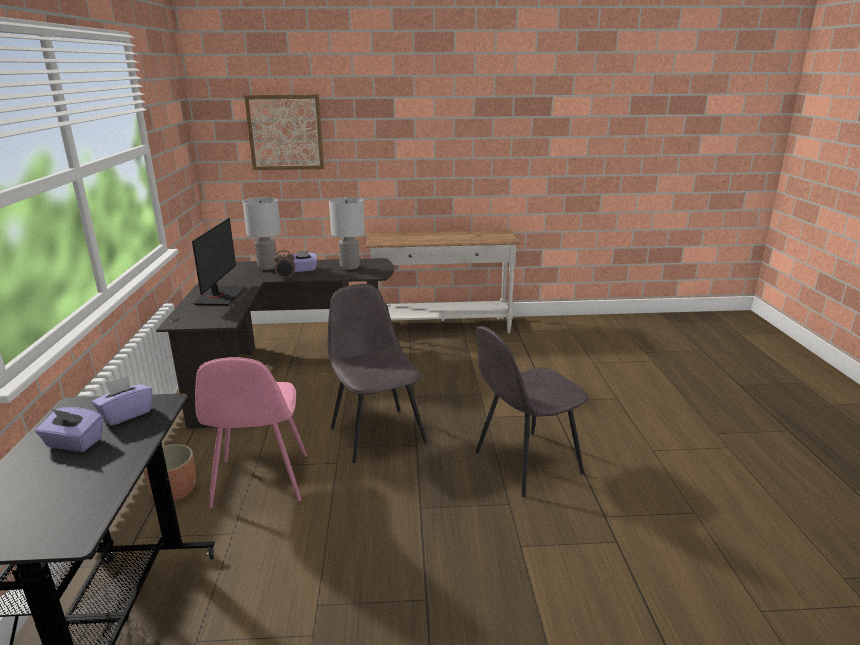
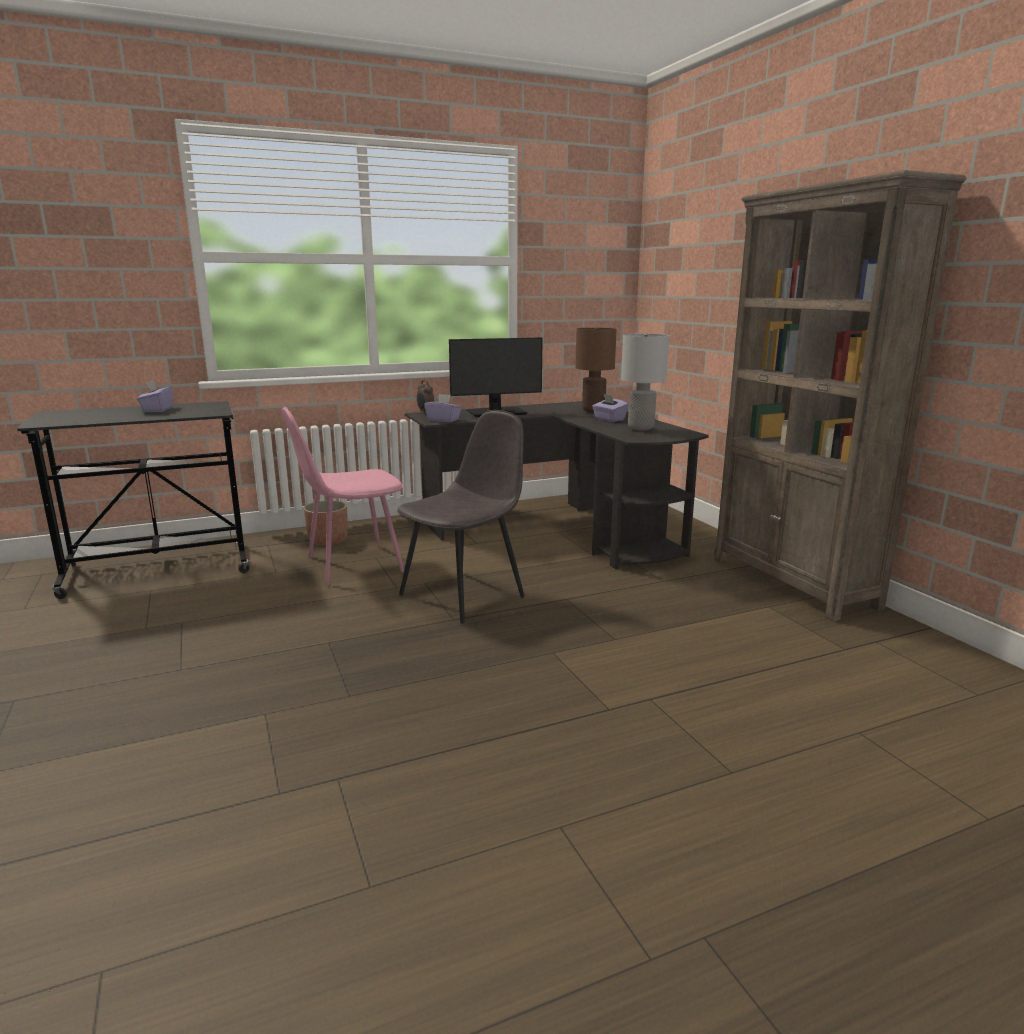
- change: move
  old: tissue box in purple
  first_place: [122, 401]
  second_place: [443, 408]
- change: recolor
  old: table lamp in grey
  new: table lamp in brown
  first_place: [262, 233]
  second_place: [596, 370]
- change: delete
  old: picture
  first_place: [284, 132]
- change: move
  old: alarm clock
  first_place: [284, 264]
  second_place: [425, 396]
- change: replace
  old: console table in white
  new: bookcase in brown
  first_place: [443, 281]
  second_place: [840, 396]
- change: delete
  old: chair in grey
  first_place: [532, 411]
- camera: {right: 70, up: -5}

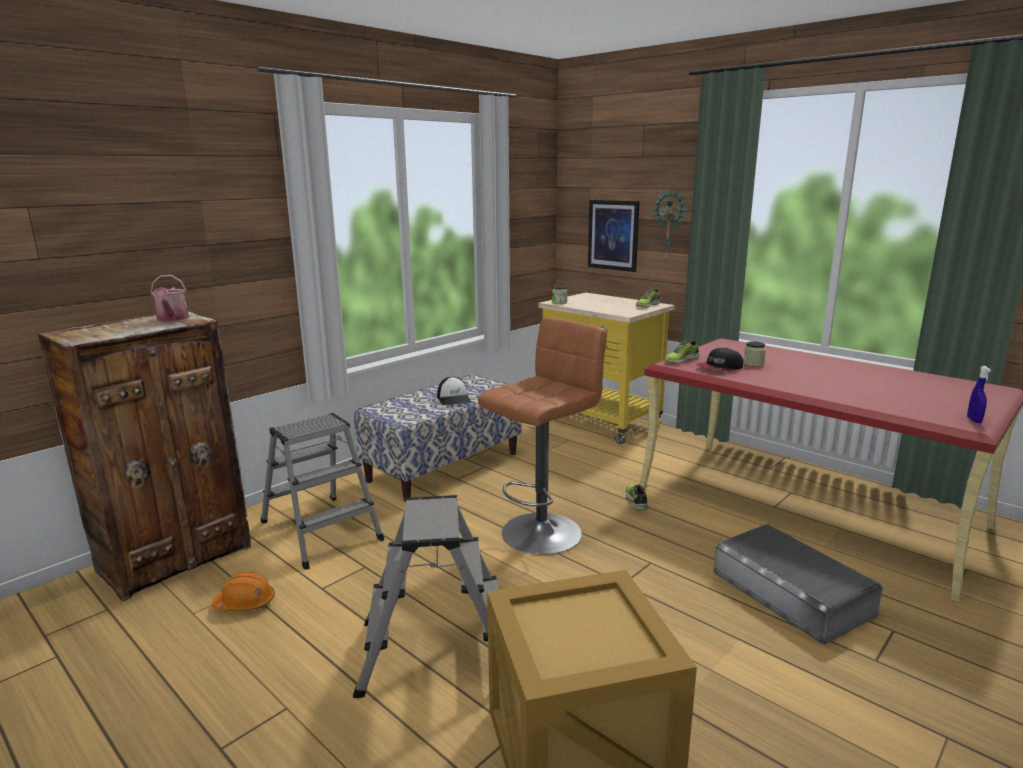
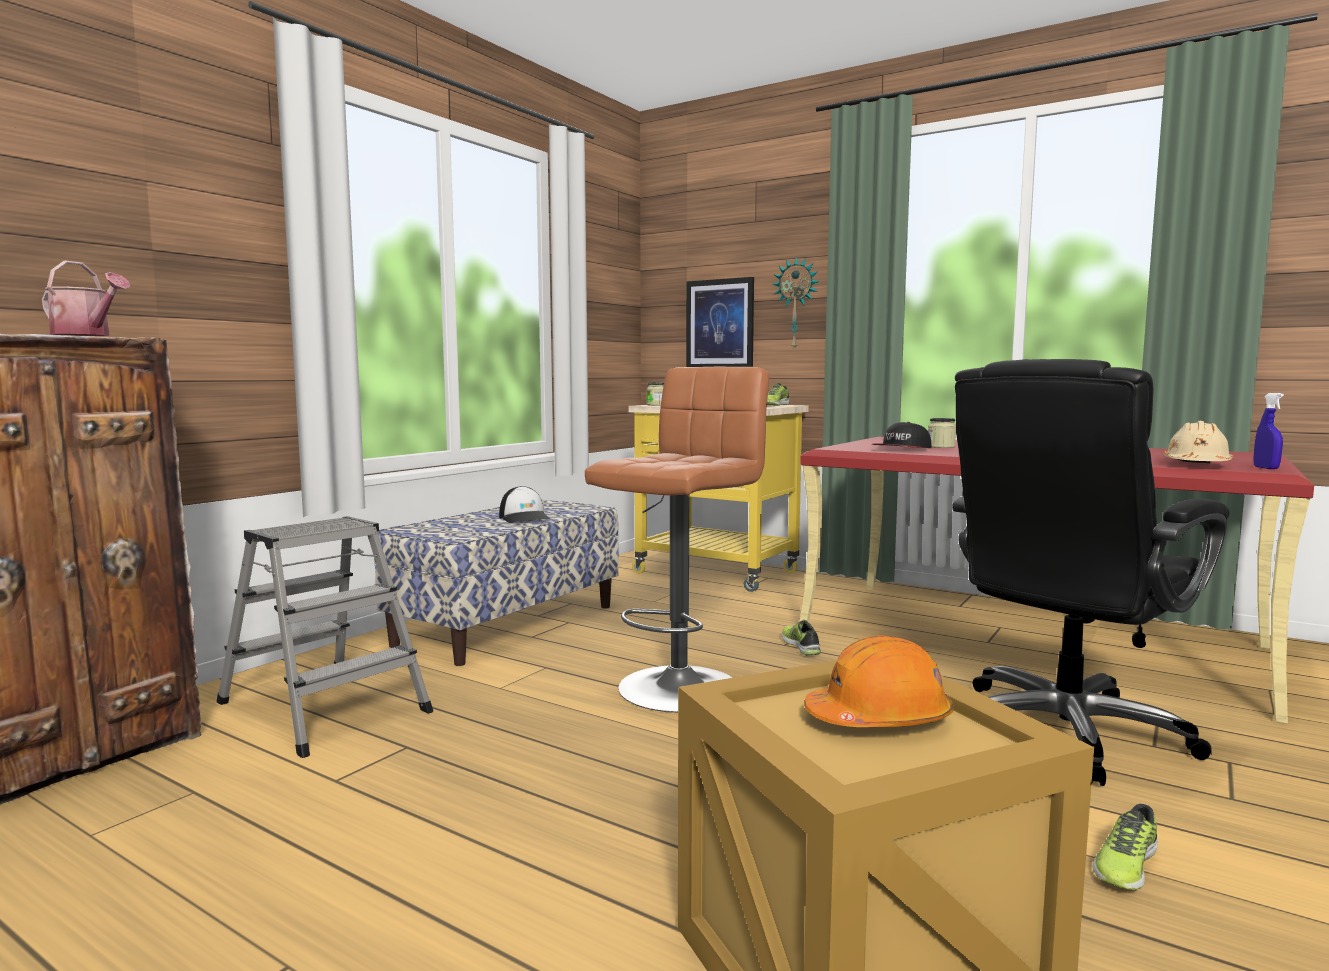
- change: rotate
  old: watering can
  first_place: [169, 298]
  second_place: [86, 298]
  degrees: -45
- change: move
  old: hard hat in orange
  first_place: [243, 591]
  second_place: [878, 681]
- change: delete
  old: step ladder in grey
  first_place: [425, 596]
- change: move
  old: shoe
  first_place: [681, 352]
  second_place: [1125, 847]
- change: replace
  old: storage box in grey
  new: office chair in black
  first_place: [798, 584]
  second_place: [1090, 572]
- change: insert
  new: hard hat in beige
  second_place: [1198, 442]
- camera: {right: -10, up: -10}

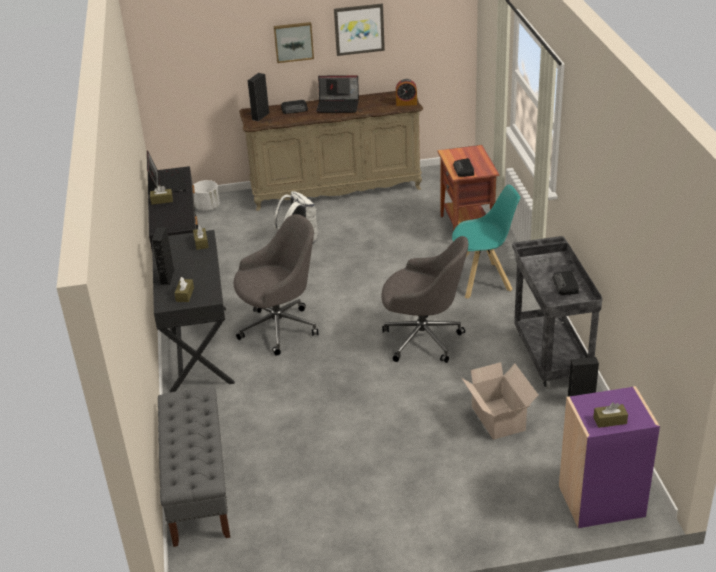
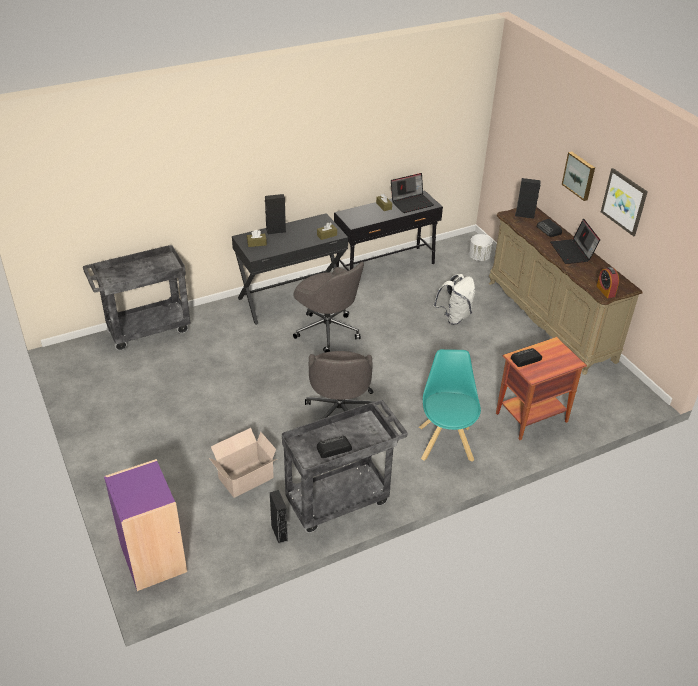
- change: replace
  old: bench in grey
  new: cart in grey
  first_place: [194, 467]
  second_place: [136, 298]
- change: rotate
  old: chair in turquoise
  first_place: [486, 242]
  second_place: [450, 405]
  degrees: -150
- change: delete
  old: tissue box in brown
  first_place: [610, 415]
- camera: {right: 70, up: 5}

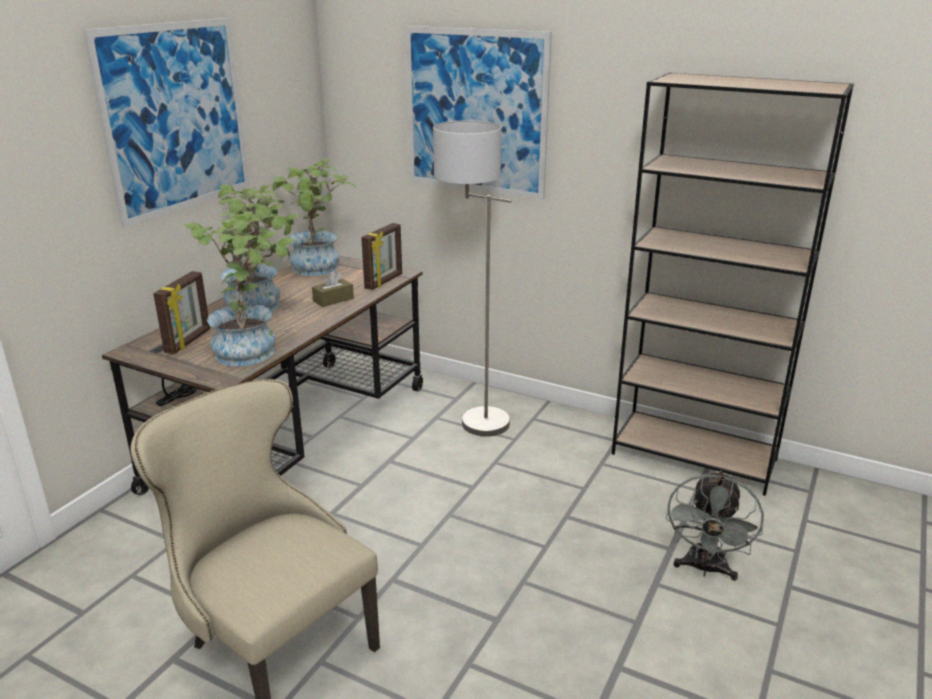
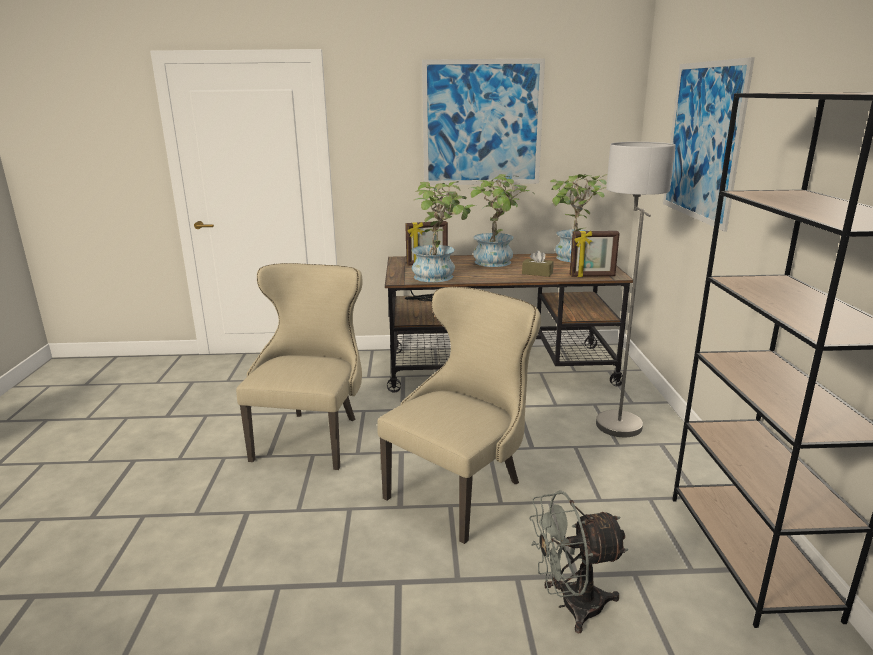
- change: insert
  new: chair in beige
  second_place: [459, 415]
- camera: {right: 60, up: -5}

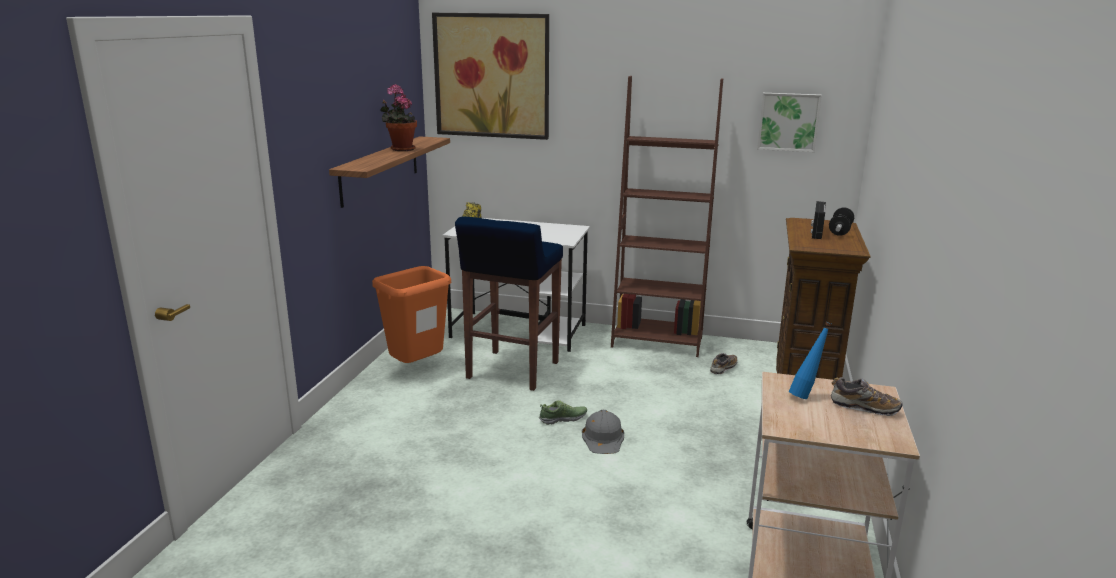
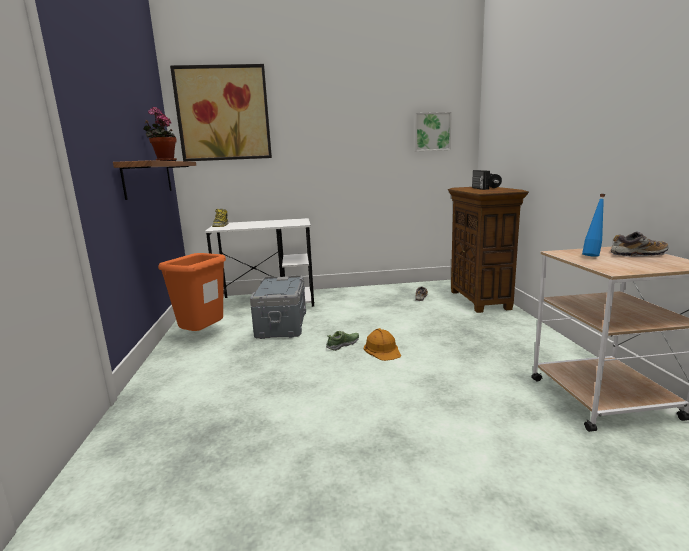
- change: replace
  old: stool in blue
  new: storage box in grey
  first_place: [509, 303]
  second_place: [278, 307]
- change: recolor
  old: hard hat in grey
  new: hard hat in orange
  first_place: [603, 432]
  second_place: [382, 344]
- change: delete
  old: bookcase in brown
  first_place: [667, 216]
- camera: {right: -20, up: -5}

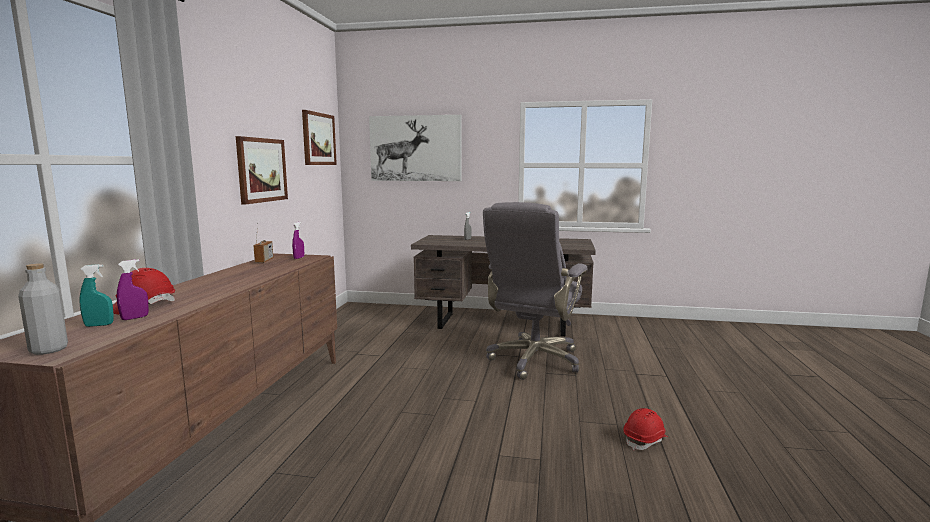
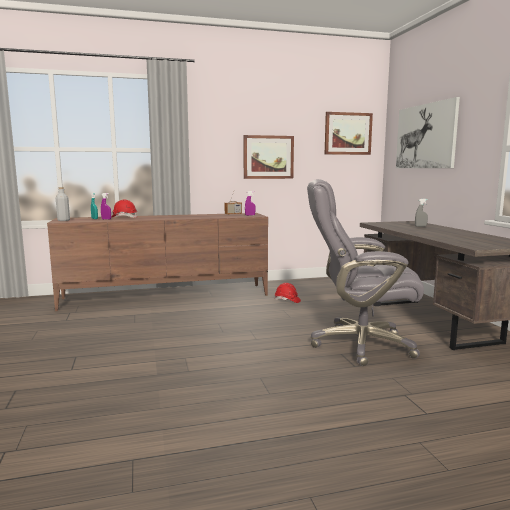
- change: move
  old: hard hat in red
  first_place: [645, 429]
  second_place: [288, 293]
- camera: {right: 65, up: 0}

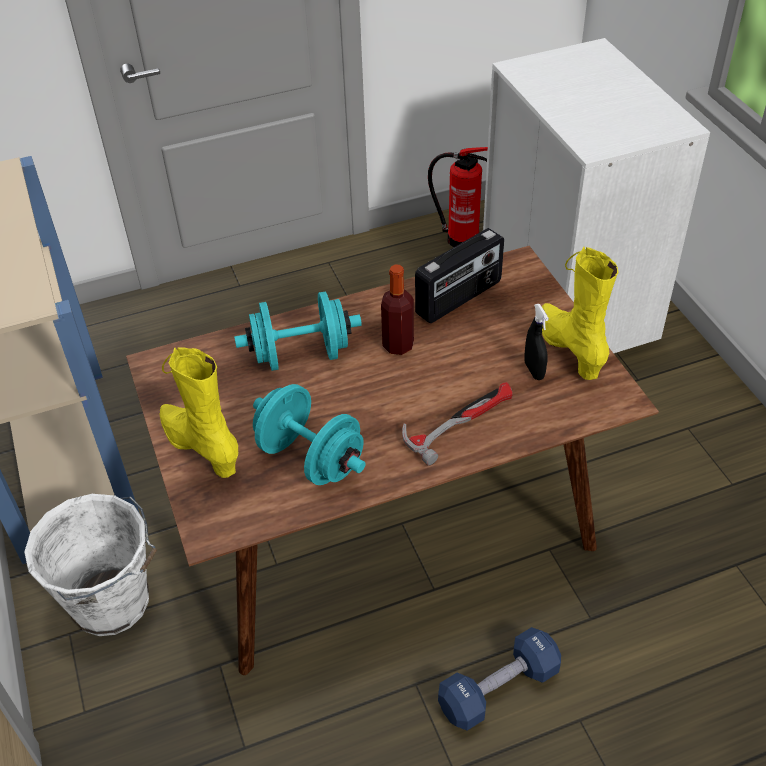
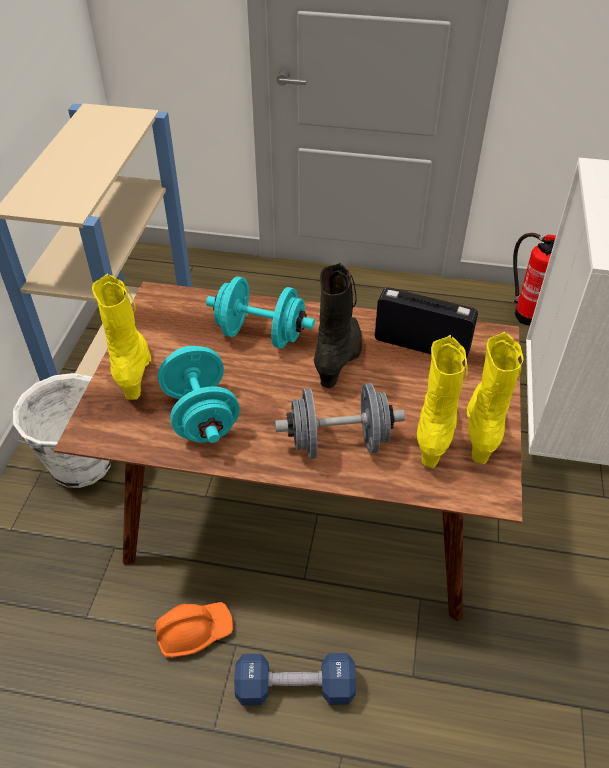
- change: replace
  old: bottle
  new: boot in black
  first_place: [397, 309]
  second_place: [338, 325]
- change: replace
  old: hammer
  new: dumbbell in grey
  first_place: [457, 424]
  second_place: [340, 421]
- change: rotate
  old: radio
  first_place: [459, 275]
  second_place: [426, 323]
  degrees: -150
- change: replace
  old: spray bottle in black
  new: boot in yellow
  first_place: [536, 342]
  second_place: [442, 401]
- change: insert
  new: hard hat in orange
  second_place: [194, 629]
- camera: {right: 30, up: 0}

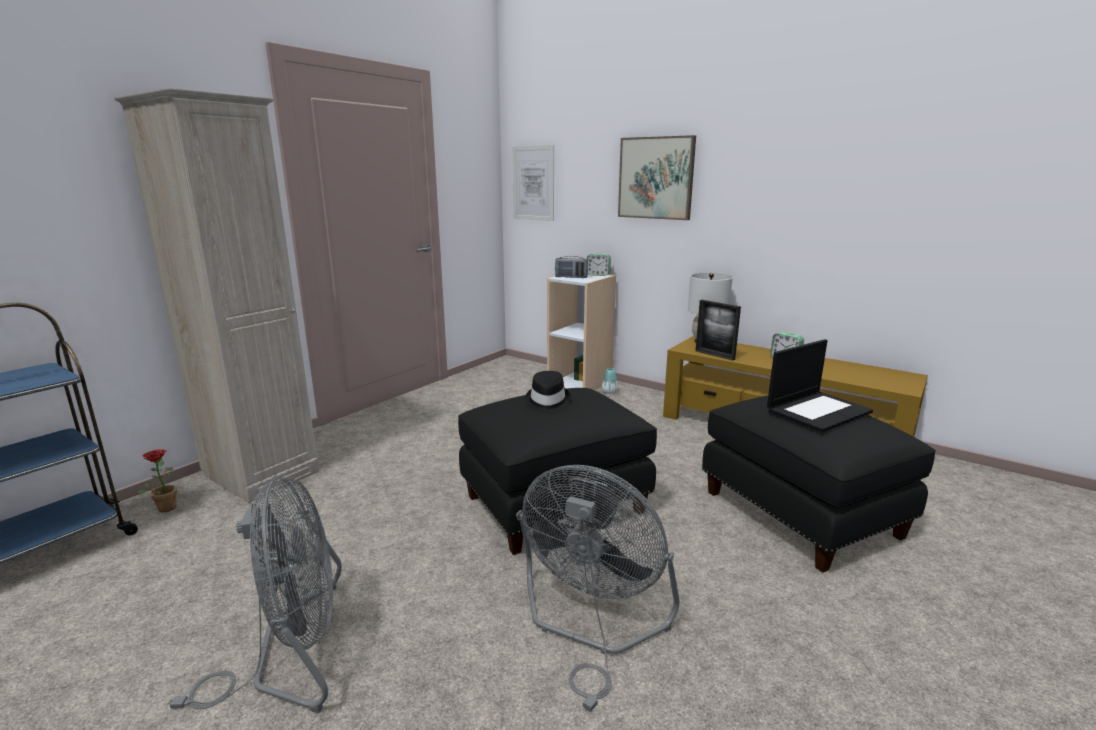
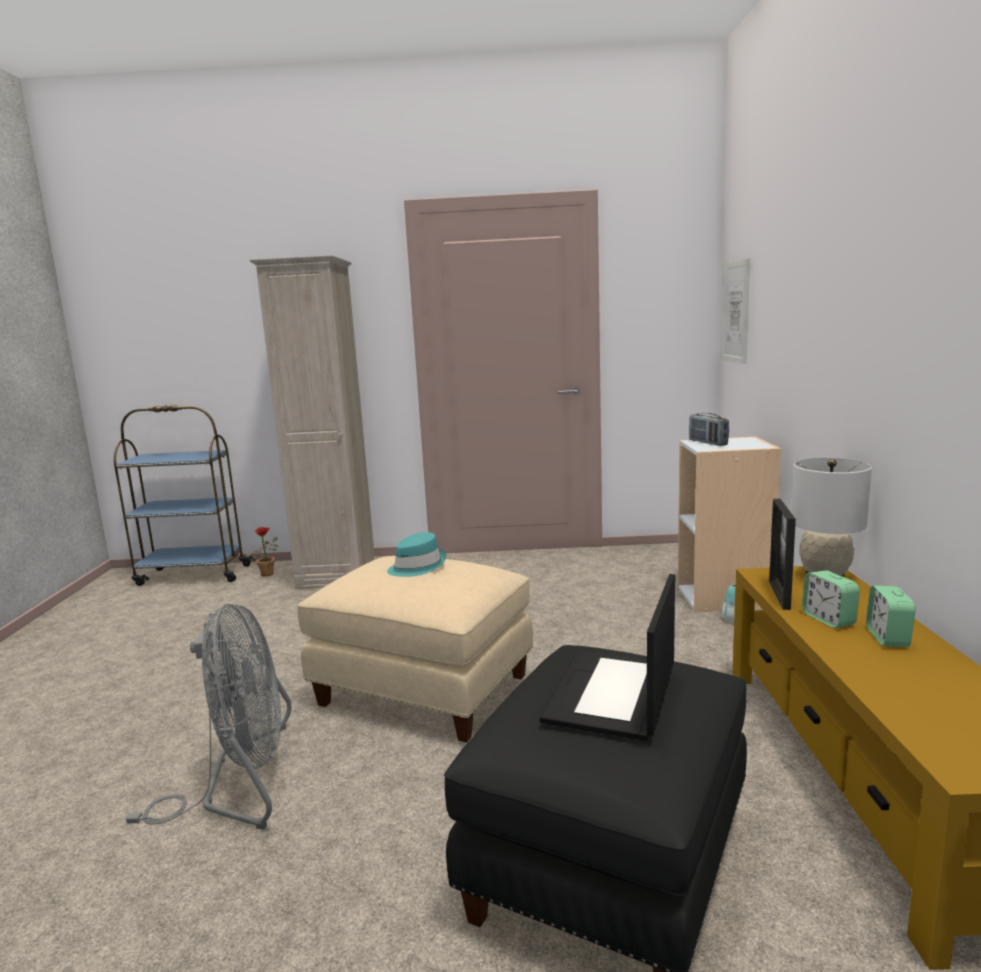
- change: delete
  old: fan in grey
  first_place: [255, 595]
- change: recolor
  old: ottoman in black
  new: ottoman in beige
  first_place: [557, 471]
  second_place: [415, 649]
- change: recolor
  old: hat in black
  new: hat in turquoise
  first_place: [548, 392]
  second_place: [416, 554]
- change: move
  old: alarm clock
  first_place: [599, 265]
  second_place: [831, 599]
- change: delete
  old: picture
  first_place: [657, 177]
- change: rotate
  old: laptop
  first_place: [820, 385]
  second_place: [607, 657]
  degrees: 90
- camera: {right: 55, up: -5}

